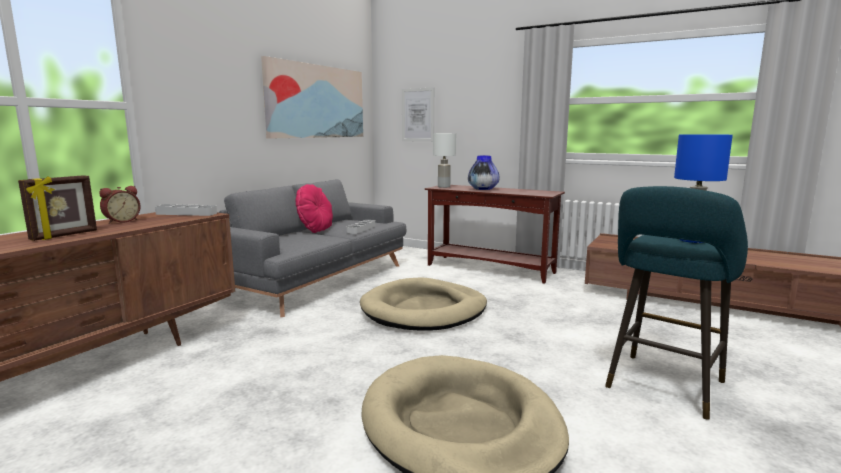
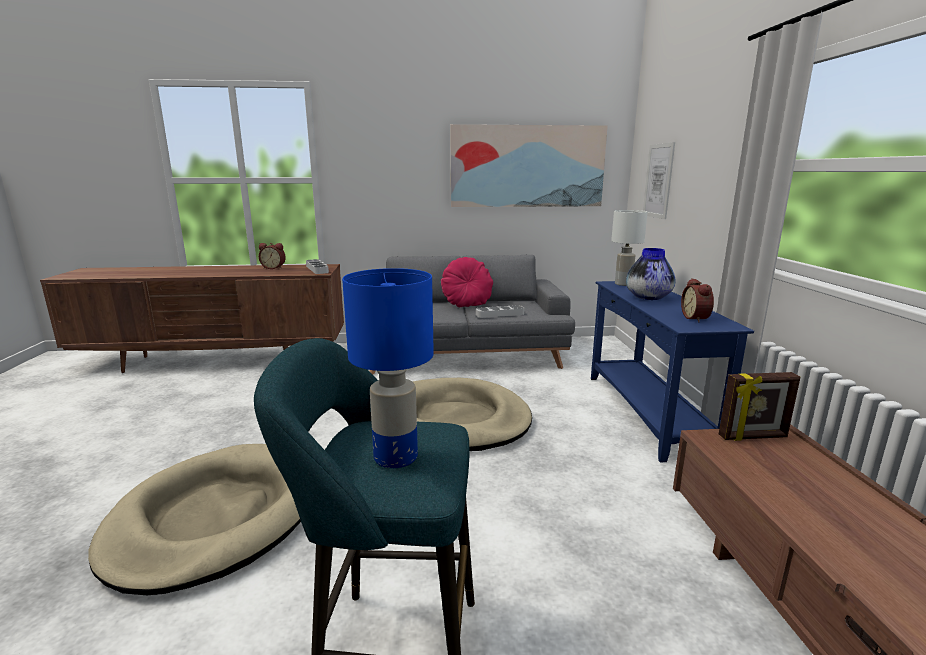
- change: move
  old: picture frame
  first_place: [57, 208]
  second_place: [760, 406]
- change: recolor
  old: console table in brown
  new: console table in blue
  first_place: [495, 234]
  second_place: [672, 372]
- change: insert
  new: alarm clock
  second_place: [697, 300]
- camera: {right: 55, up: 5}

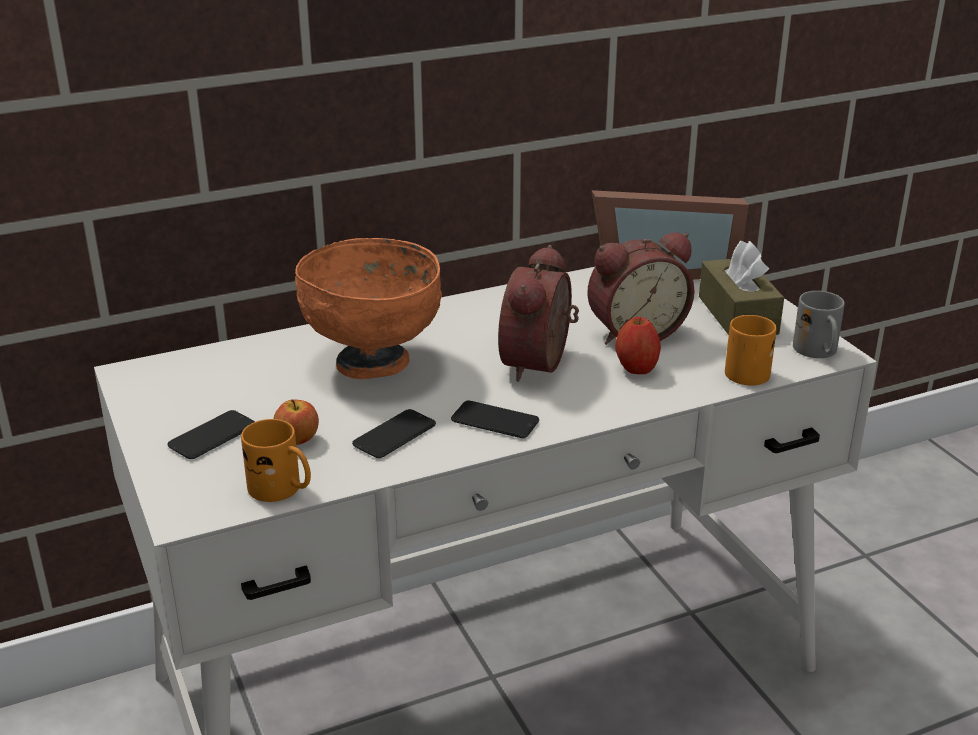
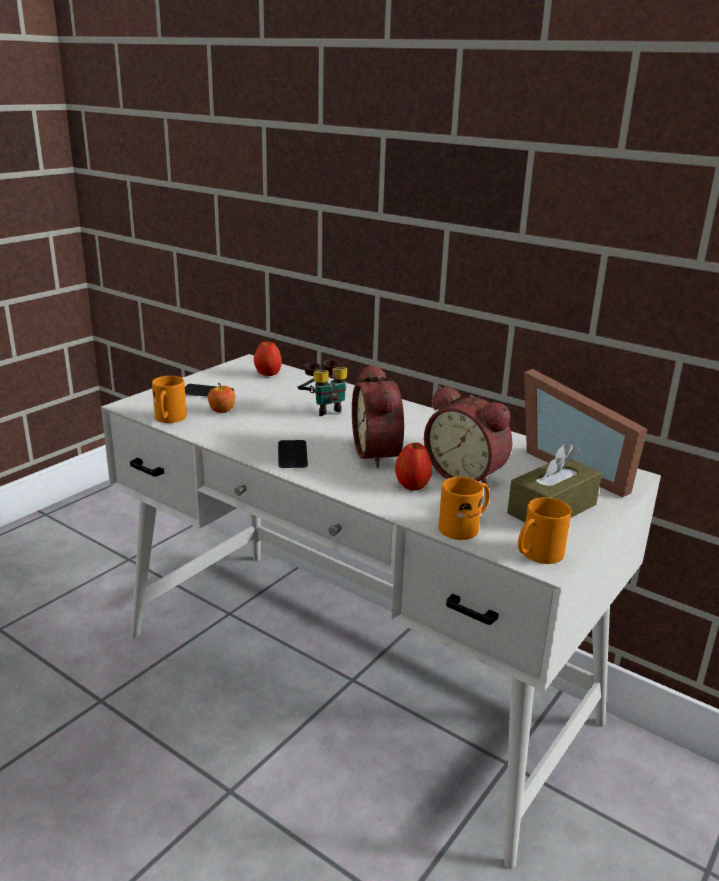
- change: replace
  old: bowl in orange
  new: binoculars
  first_place: [368, 308]
  second_place: [322, 388]
- change: delete
  old: phone
  first_place: [394, 433]
- change: rotate
  old: alarm clock
  first_place: [538, 313]
  second_place: [378, 416]
  degrees: -90
- change: recolor
  old: mug in grey
  new: mug in orange
  first_place: [819, 324]
  second_place: [544, 530]
- change: insert
  new: apple
  second_place: [268, 358]
- camera: {right: 60, up: -5}

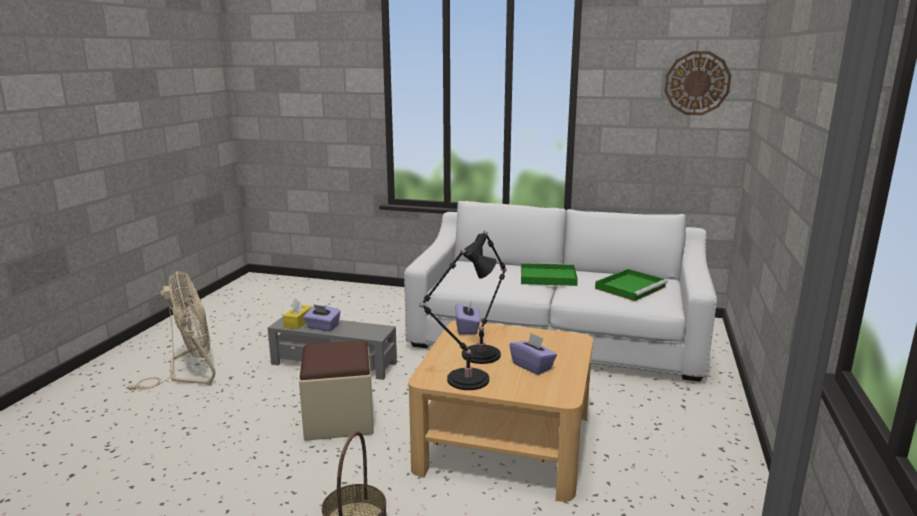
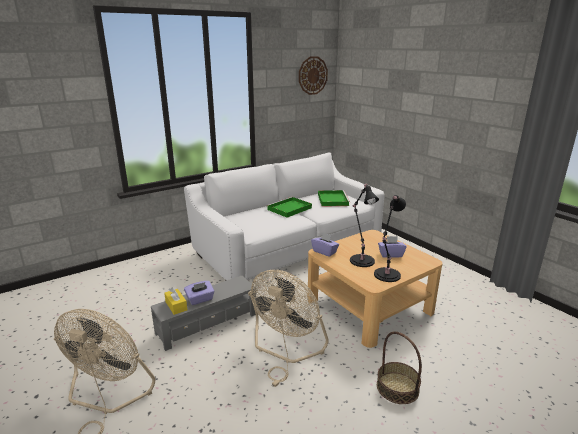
- change: replace
  old: ottoman in beige
  new: fan in beige
  first_place: [336, 390]
  second_place: [288, 328]
- camera: {right: -50, up: 5}

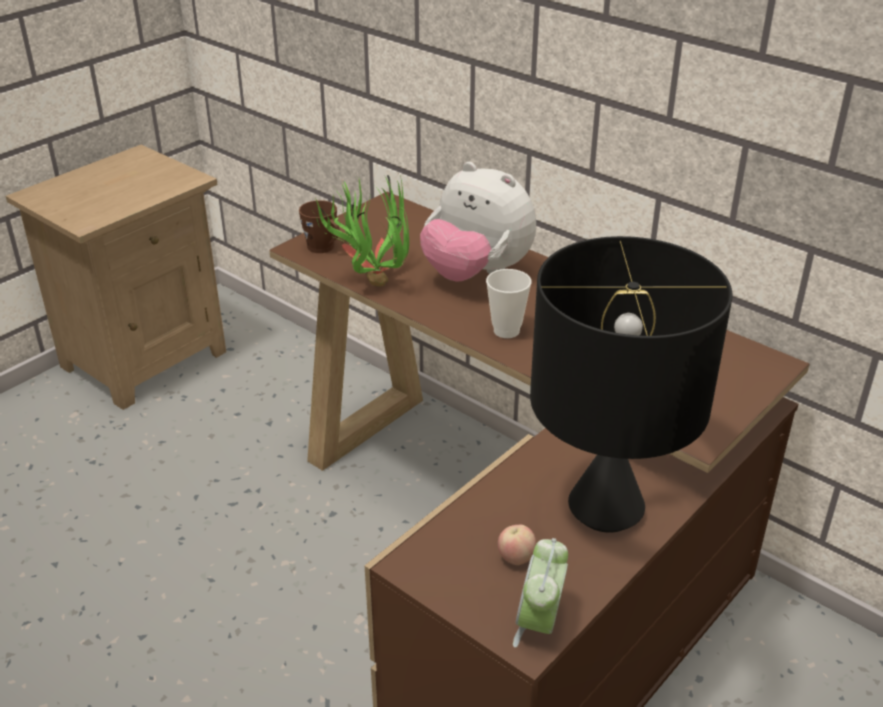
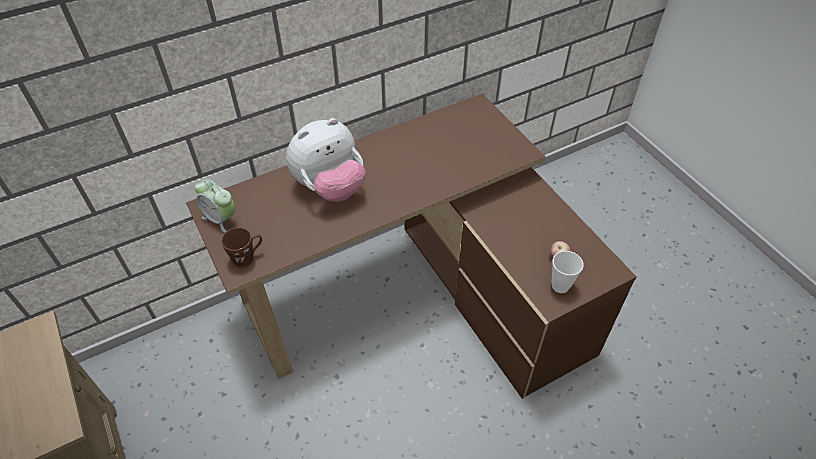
- change: delete
  old: potted plant
  first_place: [362, 231]
- change: move
  old: cup
  first_place: [509, 303]
  second_place: [568, 272]
- change: move
  old: alarm clock
  first_place: [540, 593]
  second_place: [215, 205]
- change: delete
  old: table lamp in black
  first_place: [631, 384]
- camera: {right: -70, up: 15}

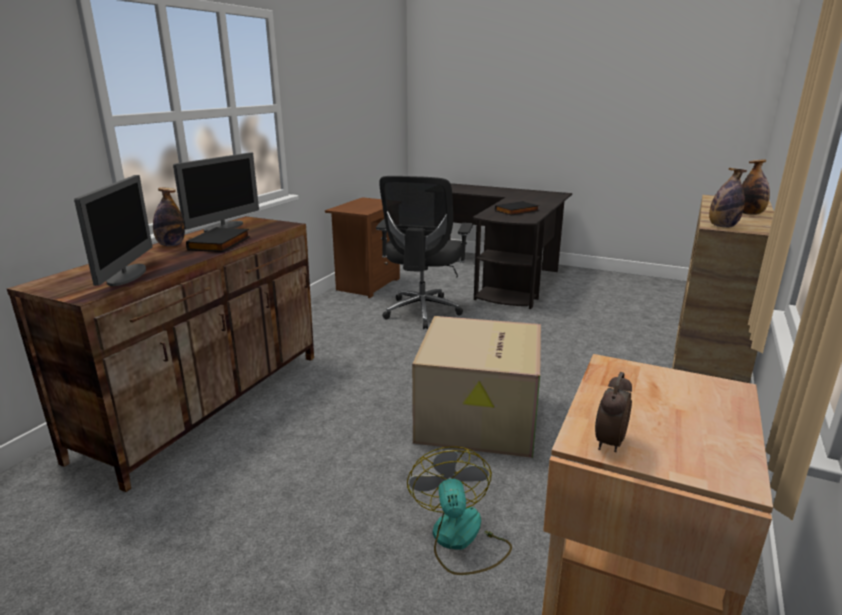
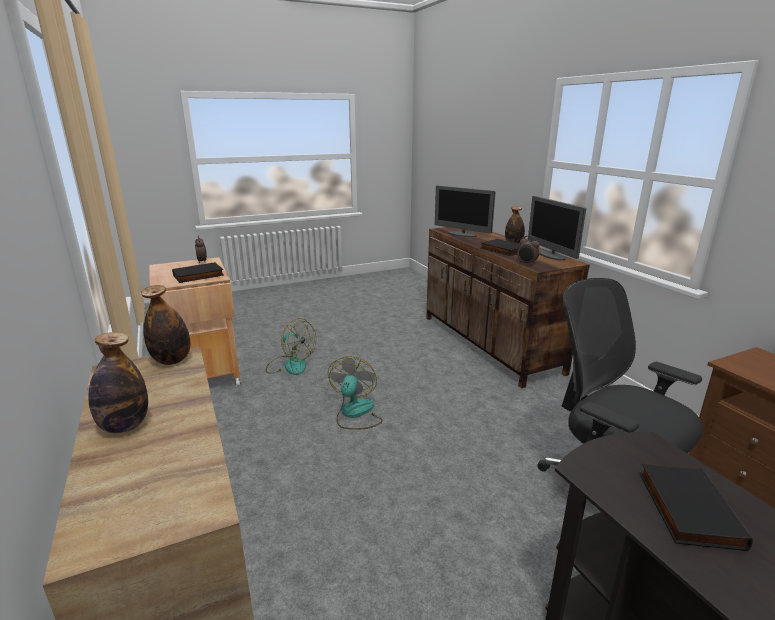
- change: replace
  old: cardboard box
  new: fan
  first_place: [476, 387]
  second_place: [355, 393]
- change: insert
  new: book in black
  second_place: [198, 272]
- change: insert
  new: alarm clock
  second_place: [528, 251]
- camera: {right: 130, up: 0}

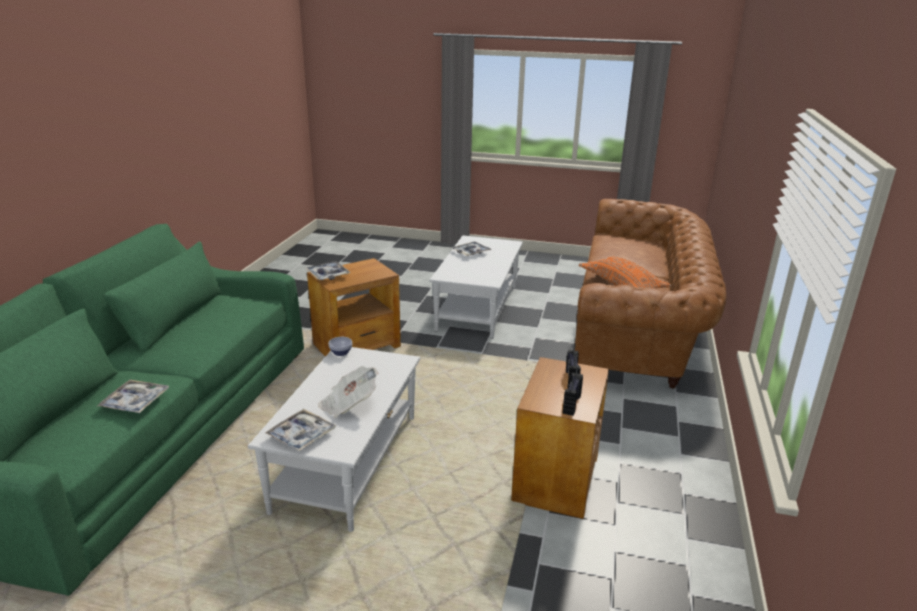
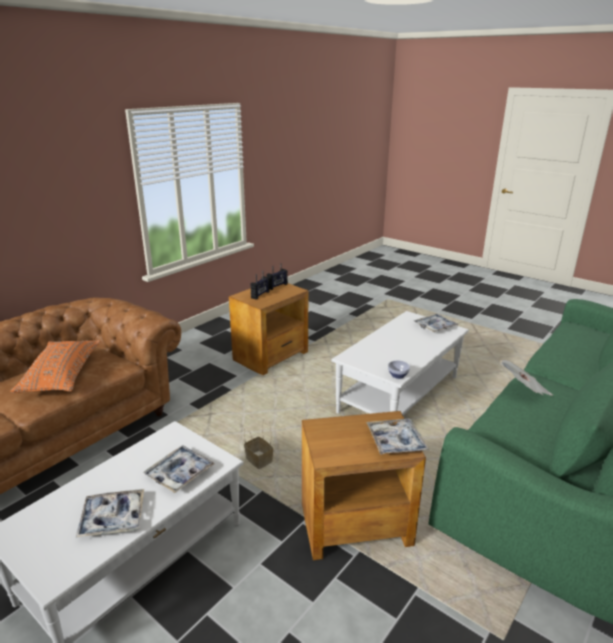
- change: move
  old: tray
  first_place: [132, 396]
  second_place: [179, 469]
- change: move
  old: newspaper
  first_place: [348, 392]
  second_place: [526, 378]
- change: insert
  new: basket
  second_place: [258, 443]
- camera: {right: -155, up: 0}

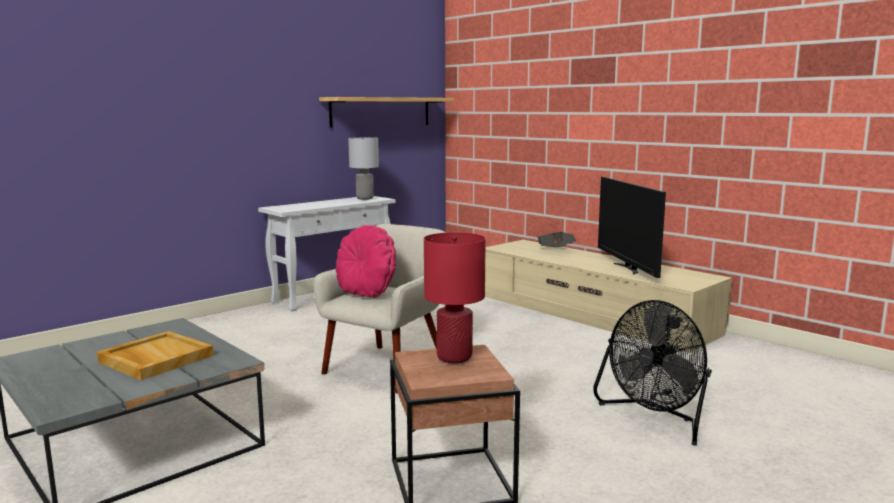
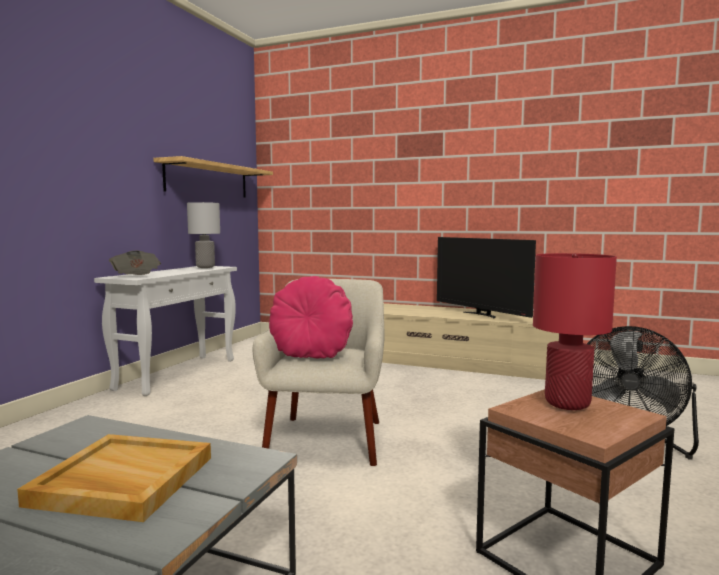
- change: move
  old: newspaper
  first_place: [556, 239]
  second_place: [135, 262]
- camera: {right: -25, up: -5}

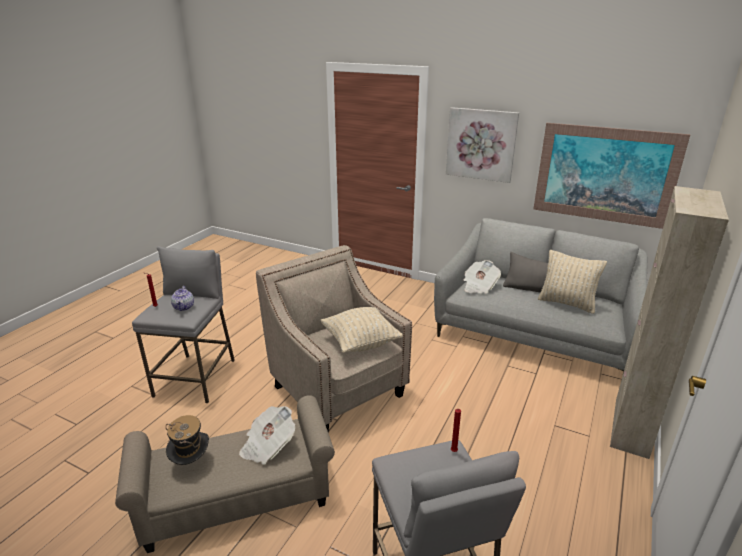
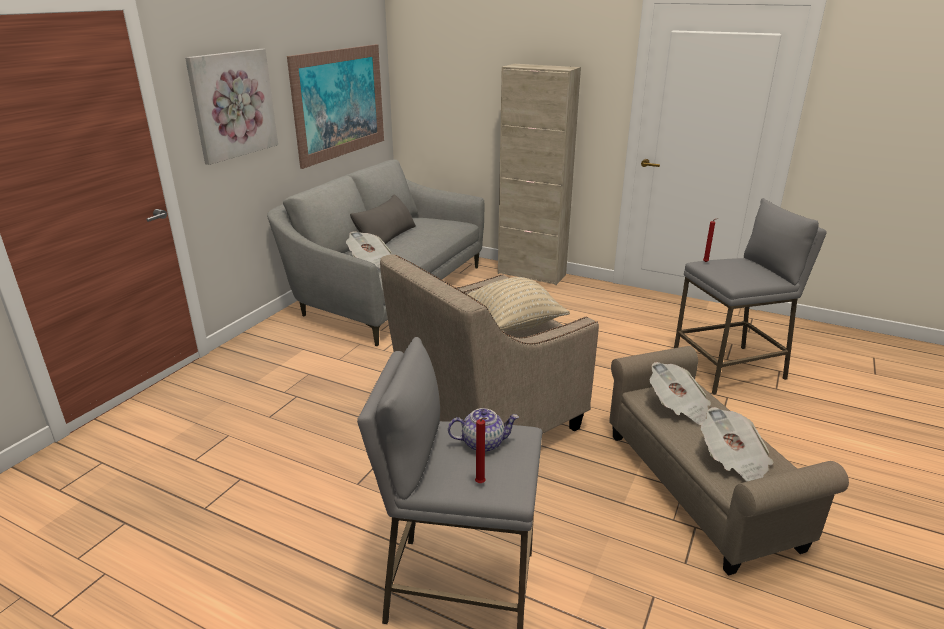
- change: replace
  old: hat
  new: newspaper
  first_place: [187, 440]
  second_place: [737, 444]
- change: delete
  old: pillow in beige
  first_place: [572, 282]
- camera: {right: -90, up: 0}

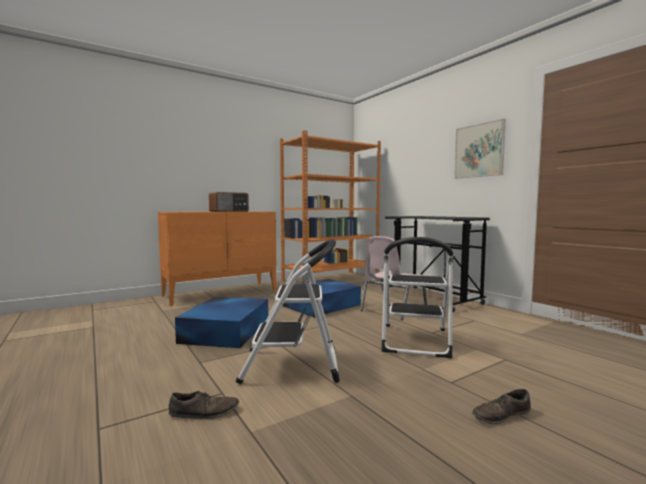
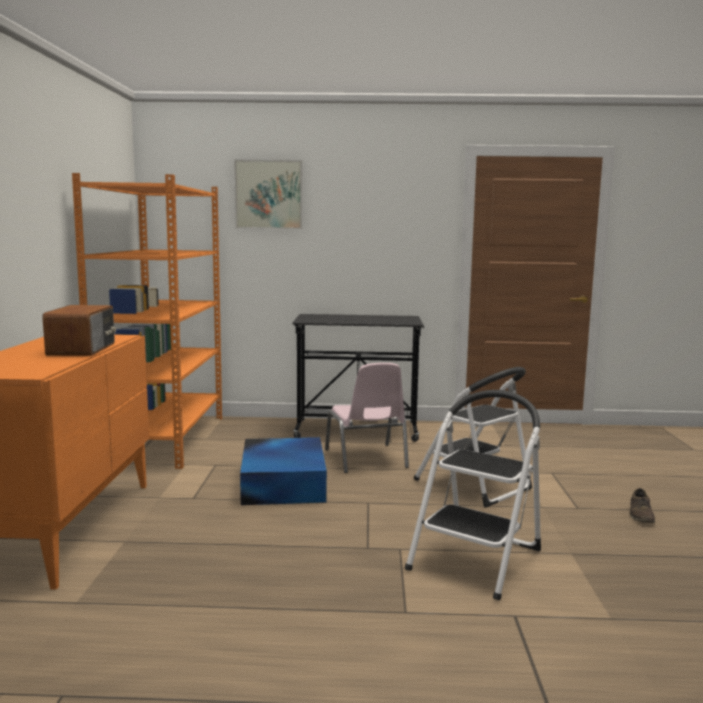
- change: delete
  old: shoe in brown
  first_place: [204, 405]
- change: delete
  old: storage box in blue
  first_place: [221, 322]
- change: move
  old: picture
  first_place: [480, 149]
  second_place: [268, 194]
- camera: {right: -55, up: 5}

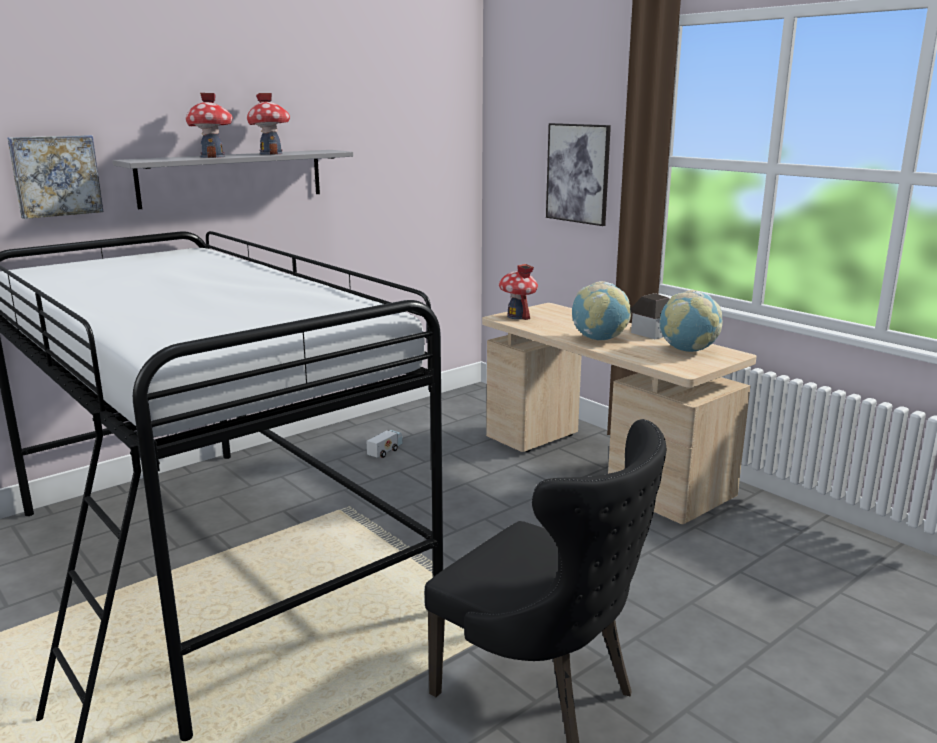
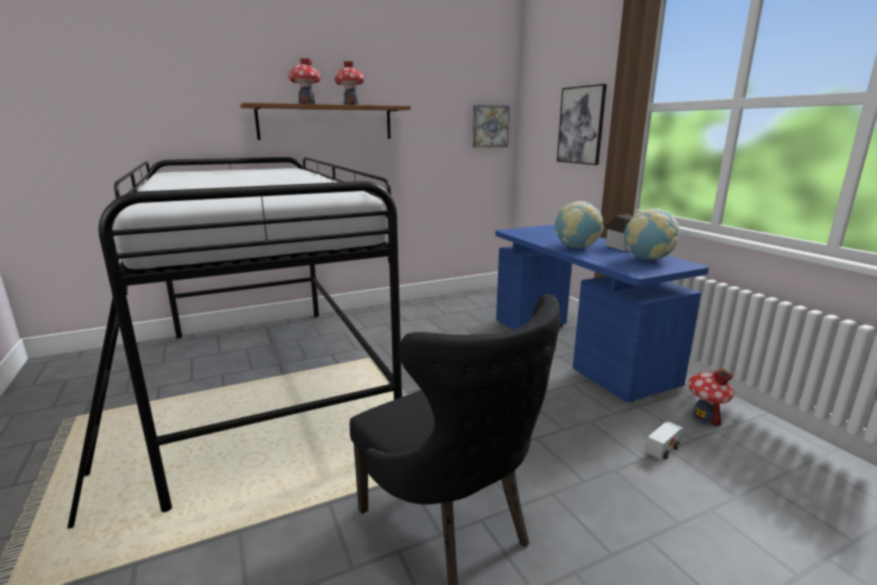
- change: move
  old: picture
  first_place: [55, 177]
  second_place: [491, 126]
- change: recolor
  old: shelf in grey
  new: shelf in brown
  first_place: [232, 179]
  second_place: [325, 121]
- change: move
  old: toy truck
  first_place: [385, 444]
  second_place: [664, 440]
- change: recolor
  old: desk in beige
  new: desk in blue
  first_place: [619, 413]
  second_place: [602, 313]
- change: move
  old: toy house
  first_place: [518, 292]
  second_place: [711, 397]
- camera: {right: 15, up: 0}

